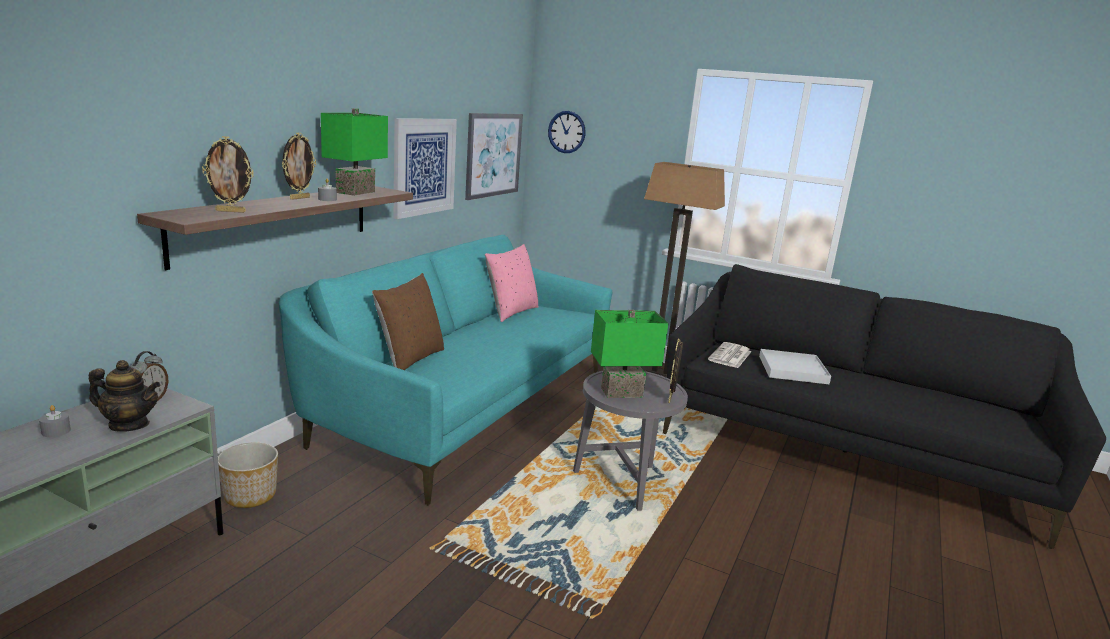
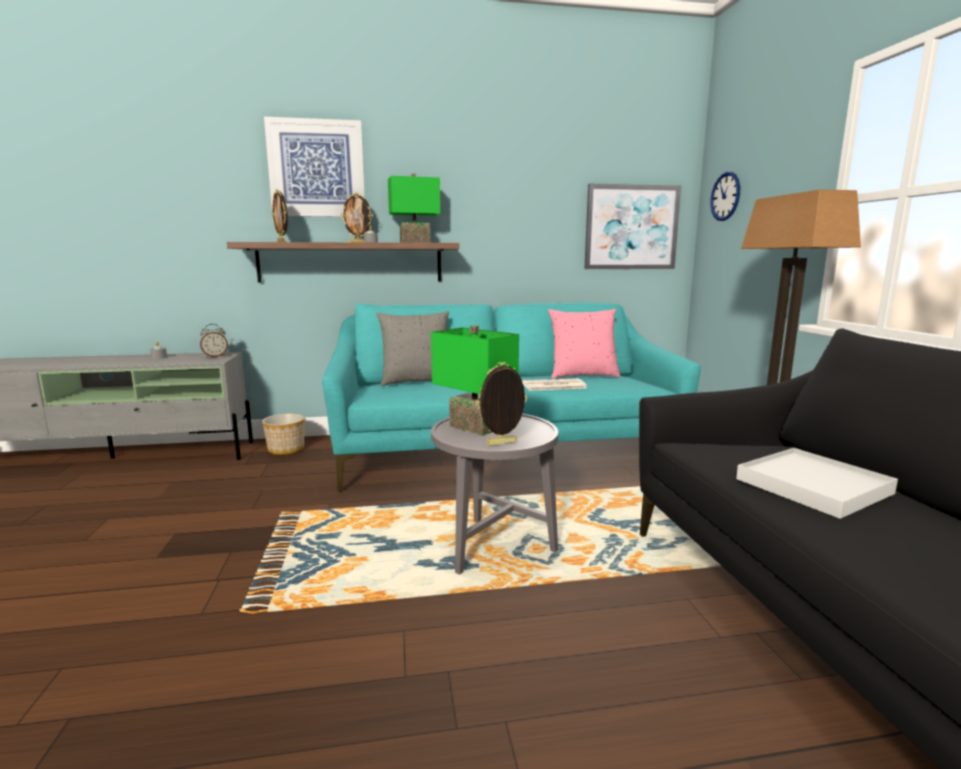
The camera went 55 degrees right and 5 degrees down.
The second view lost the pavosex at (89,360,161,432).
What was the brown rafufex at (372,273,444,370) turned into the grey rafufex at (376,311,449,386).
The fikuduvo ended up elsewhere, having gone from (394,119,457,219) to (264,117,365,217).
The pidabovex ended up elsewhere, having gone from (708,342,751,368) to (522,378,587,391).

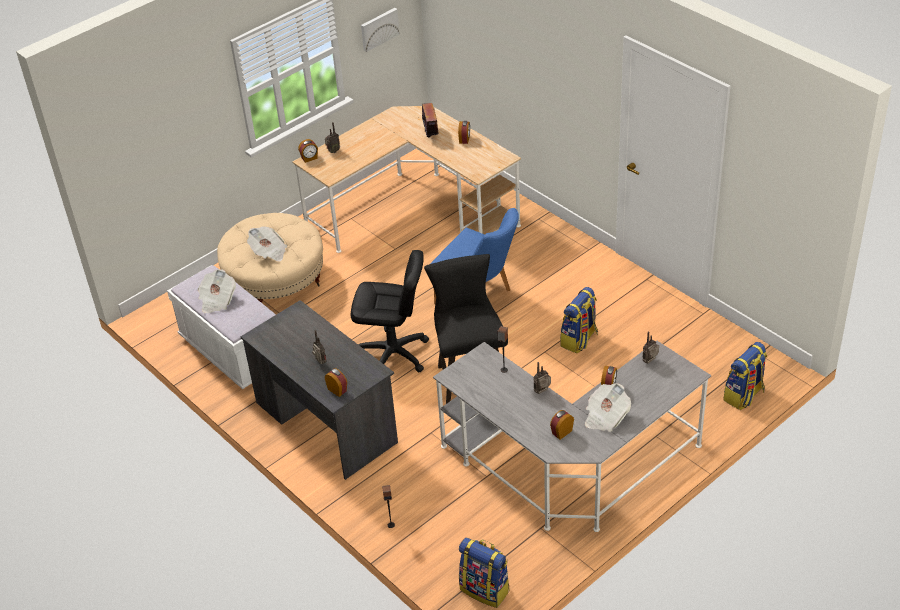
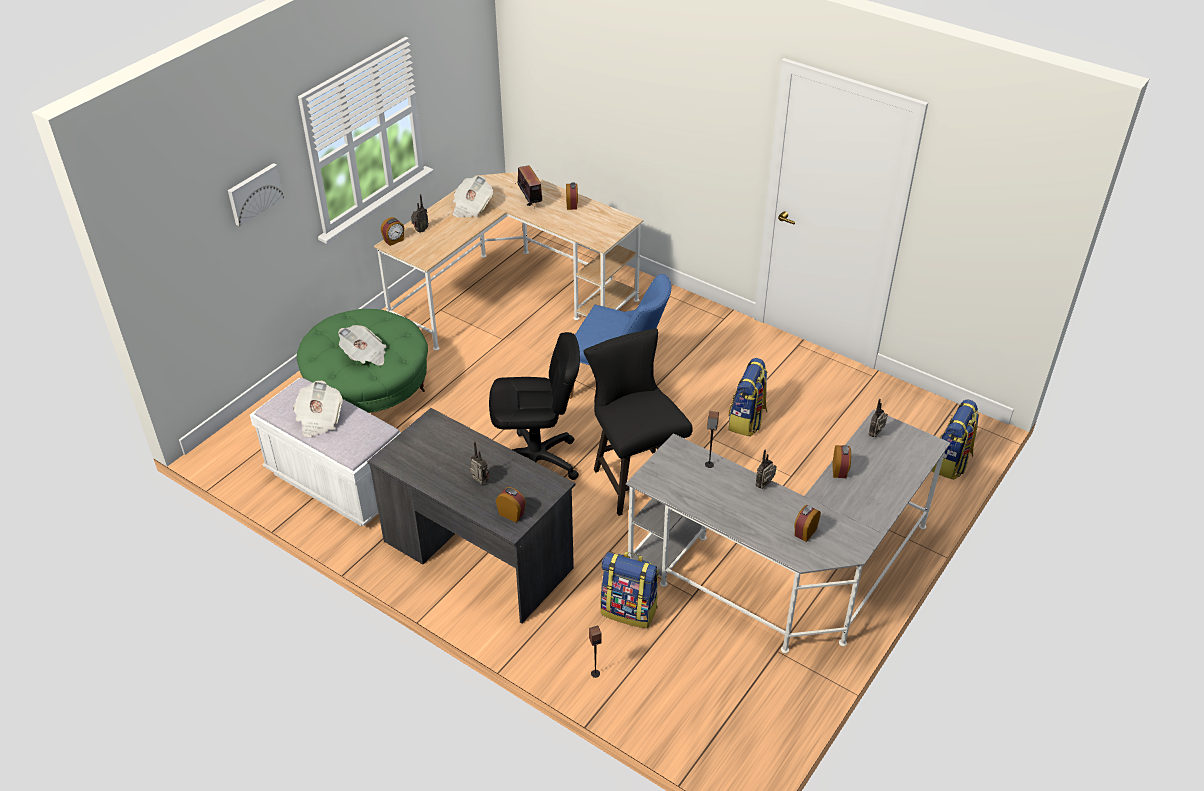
The camera went 15 degrees left and 0 degrees up.
What was the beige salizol at (217,213,323,303) turned into the green salizol at (297,309,428,413).
The fikuduvo ended up elsewhere, having gone from (361,8,400,52) to (228,163,284,226).
The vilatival ended up elsewhere, having gone from (459,538,510,608) to (600,552,658,628).
The pidabovex ended up elsewhere, having gone from (585,383,631,432) to (452,176,493,217).

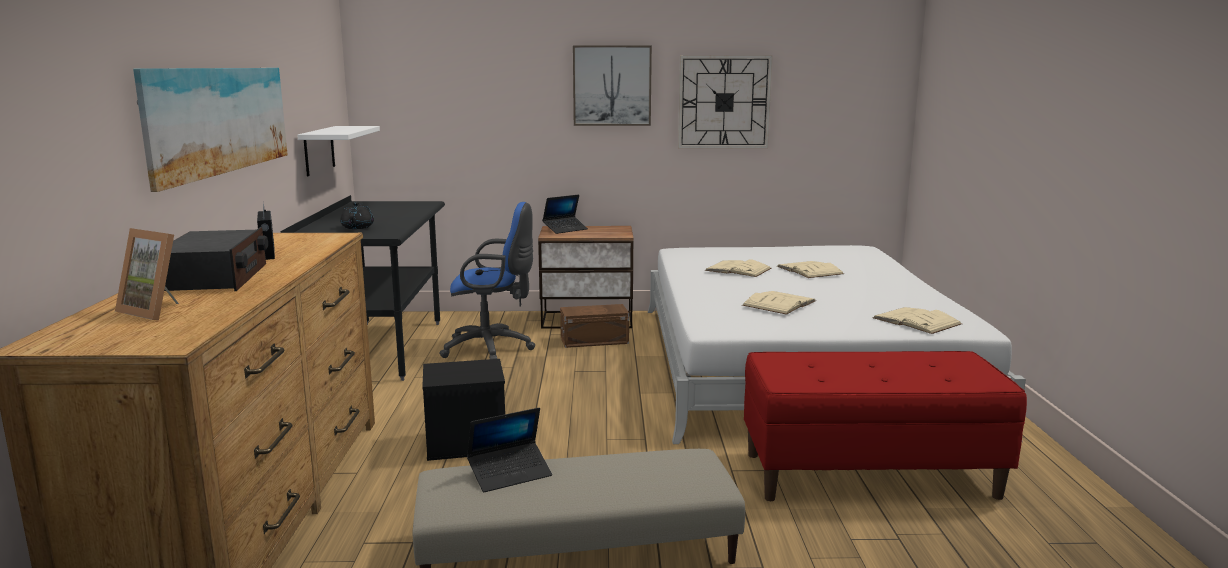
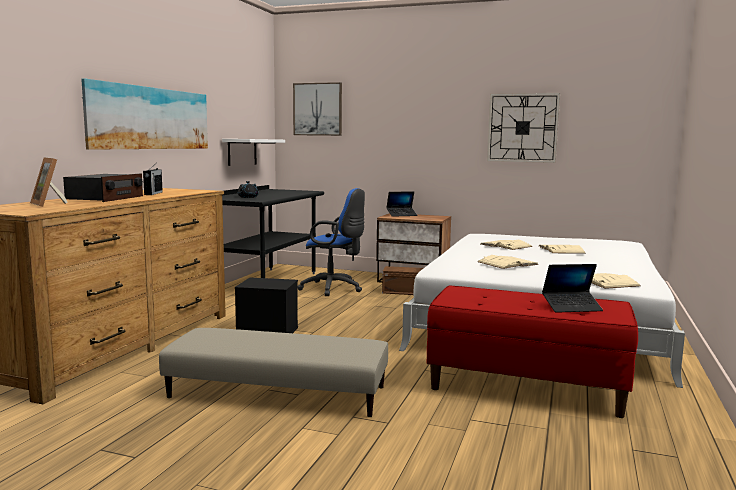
The camera went 20 degrees right and 5 degrees down.
The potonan ended up elsewhere, having gone from (467,408,552,492) to (542,264,603,313).
The fikuduvo ended up elsewhere, having gone from (573,45,652,126) to (293,82,342,136).

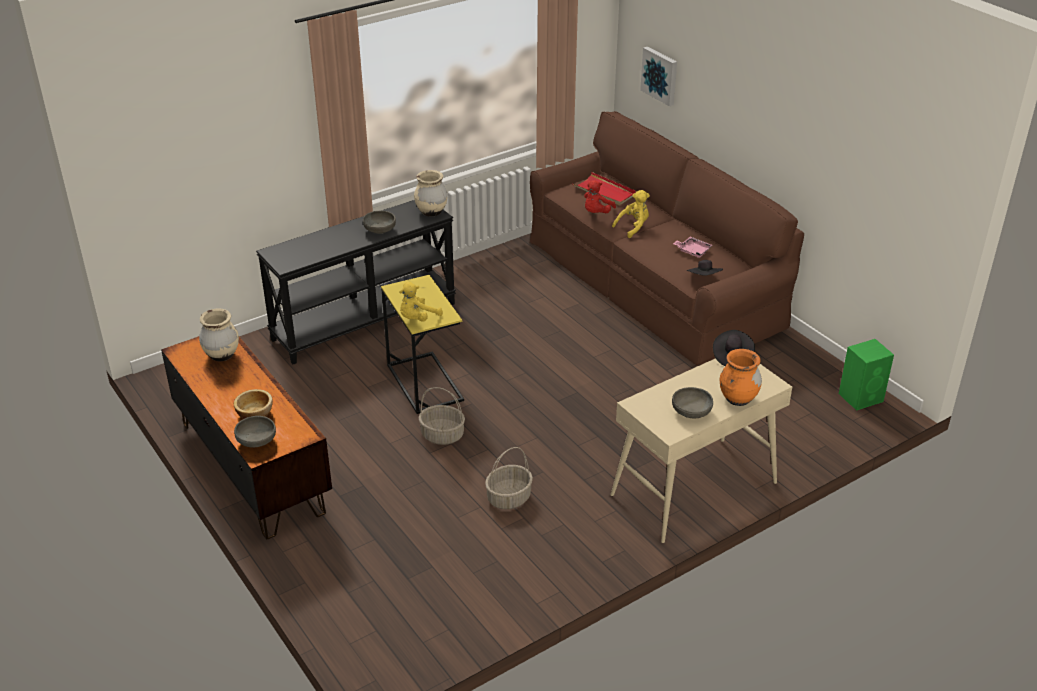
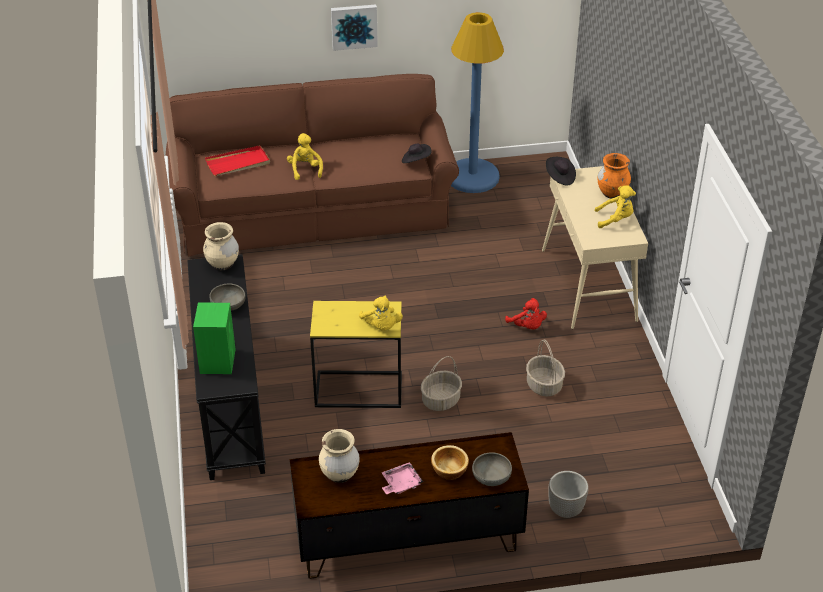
The camera went 65 degrees left and 5 degrees up.
The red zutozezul ended up elsewhere, having gone from (584,180,616,213) to (505,298,547,329).
The fikuduvo ended up elsewhere, having gone from (640,47,677,106) to (331,4,378,51).
Where the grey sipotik stood at (672,387,713,418), the yellow zutozezul came to stand at (594,185,636,228).
The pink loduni ended up elsewhere, having gone from (673,236,712,258) to (382,462,423,494).
The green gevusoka ended up elsewhere, having gone from (839,339,894,411) to (193,303,236,374).
The second view gained the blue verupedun at (451,12,504,193).
The second view gained the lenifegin at (548,471,588,518).

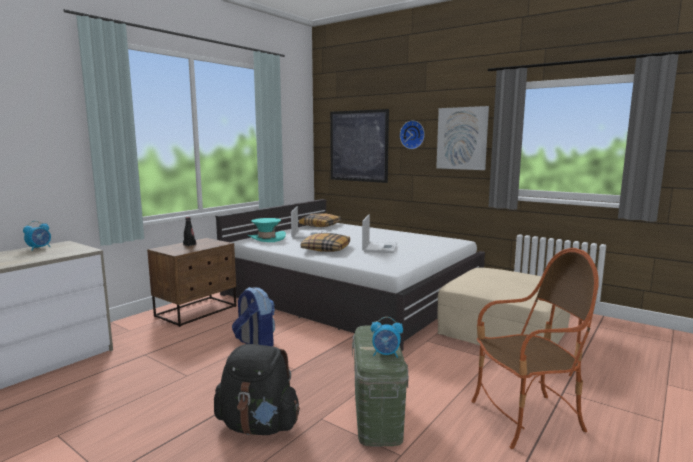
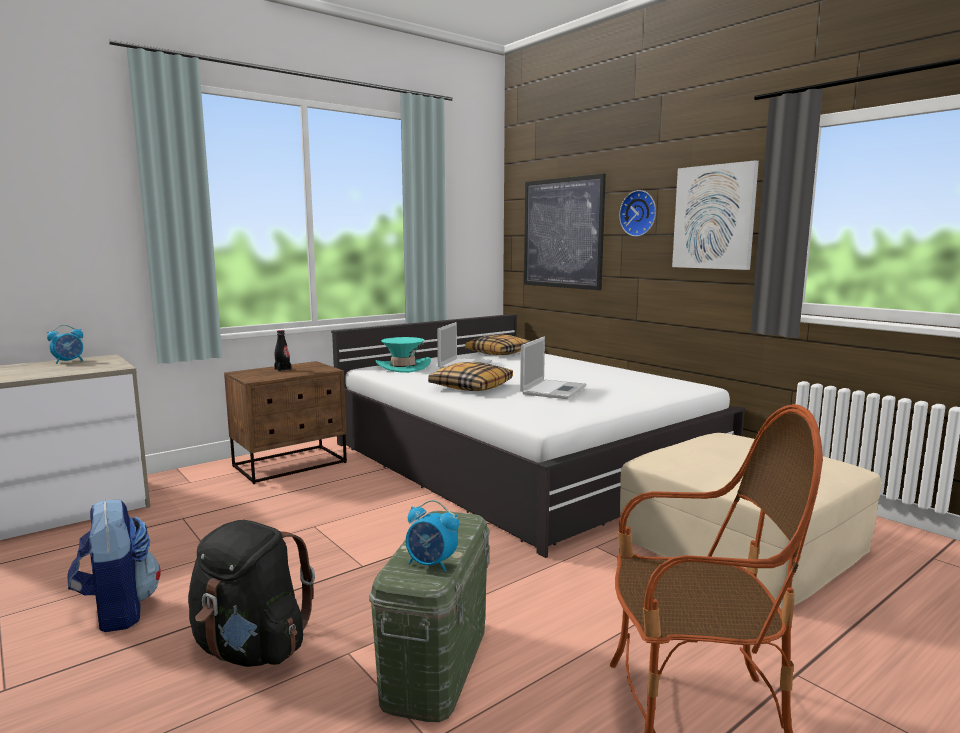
The camera went 15 degrees right and 0 degrees up.
The vilatival ended up elsewhere, having gone from (232,287,275,346) to (68,499,161,632).

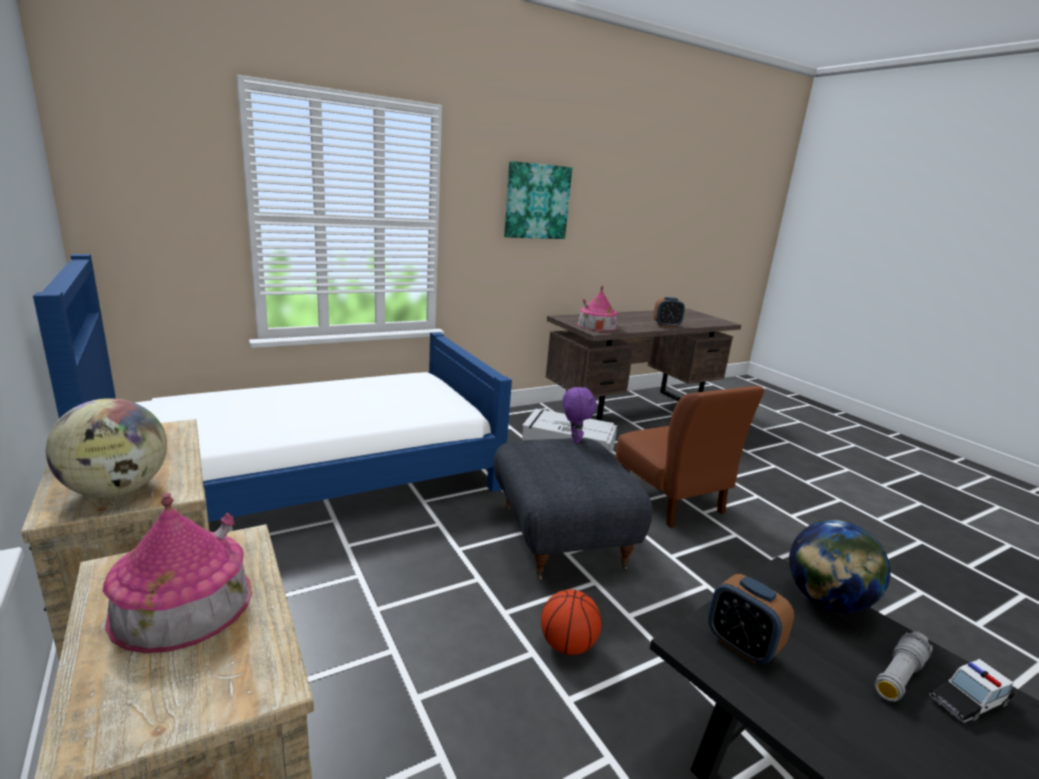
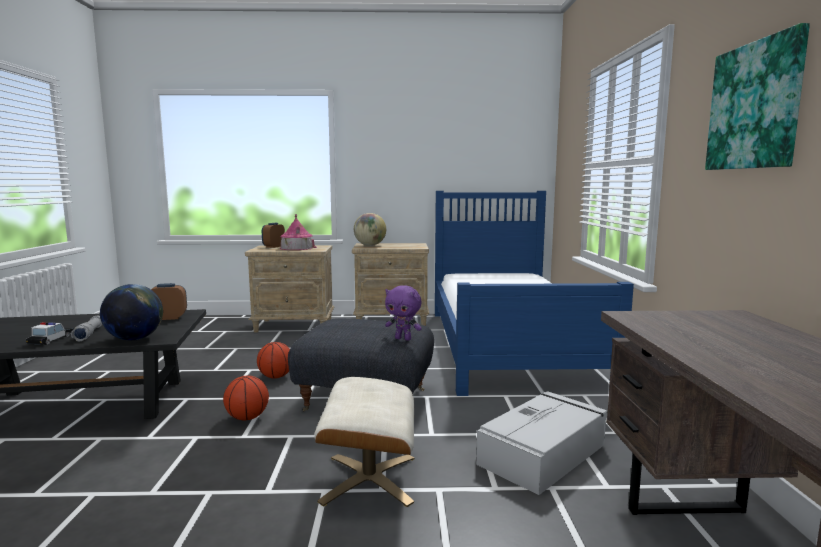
The camera went 120 degrees right and 10 degrees down.
The second view lost the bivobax at (577,286,618,332).
Where the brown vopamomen stood at (616,386,764,528), the beige salizol came to stand at (314,377,415,507).
The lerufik ended up elsewhere, having gone from (654,297,685,327) to (262,223,285,248).
The second view gained the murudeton at (223,375,269,420).

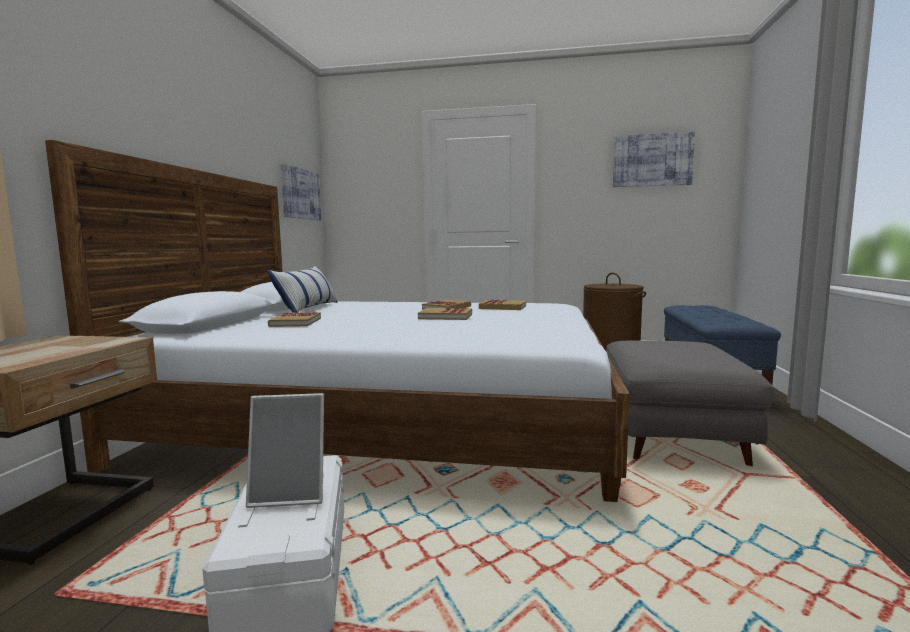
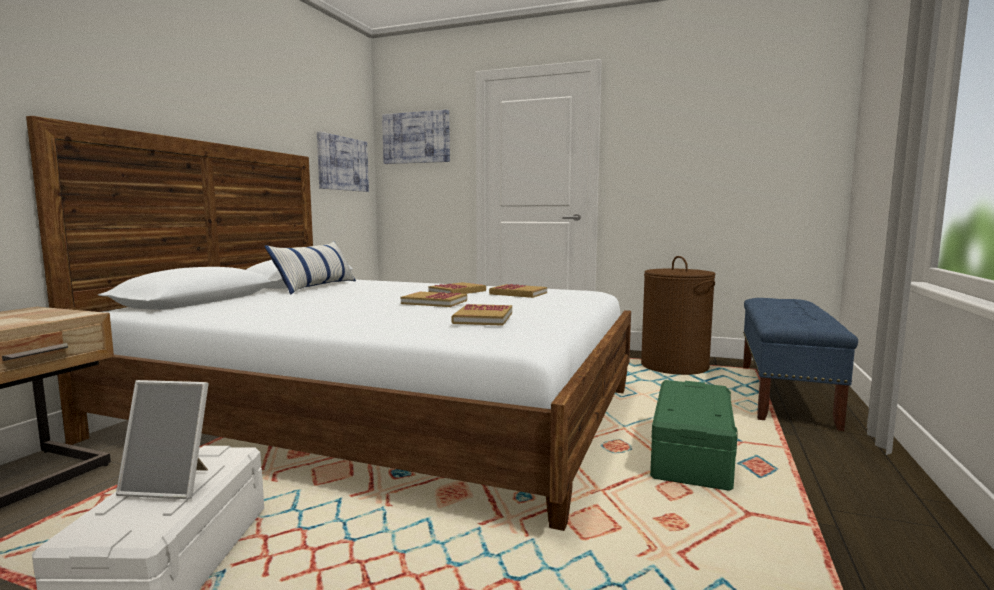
The camera went 10 degrees right and 0 degrees up.
The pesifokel ended up elsewhere, having gone from (268,312,321,327) to (451,304,512,326).
Where the grey salizol stood at (606,340,774,466), the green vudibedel came to stand at (650,380,738,491).
The fikuduvo ended up elsewhere, having gone from (613,132,695,187) to (382,110,450,164).

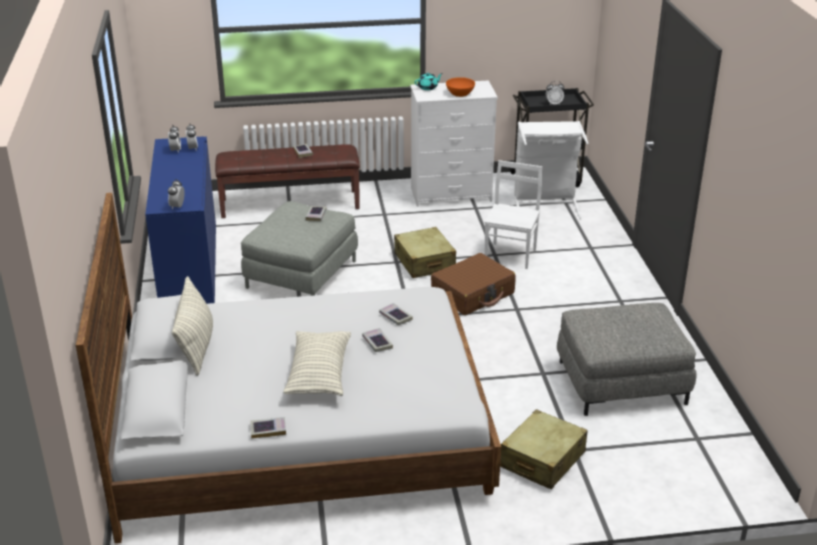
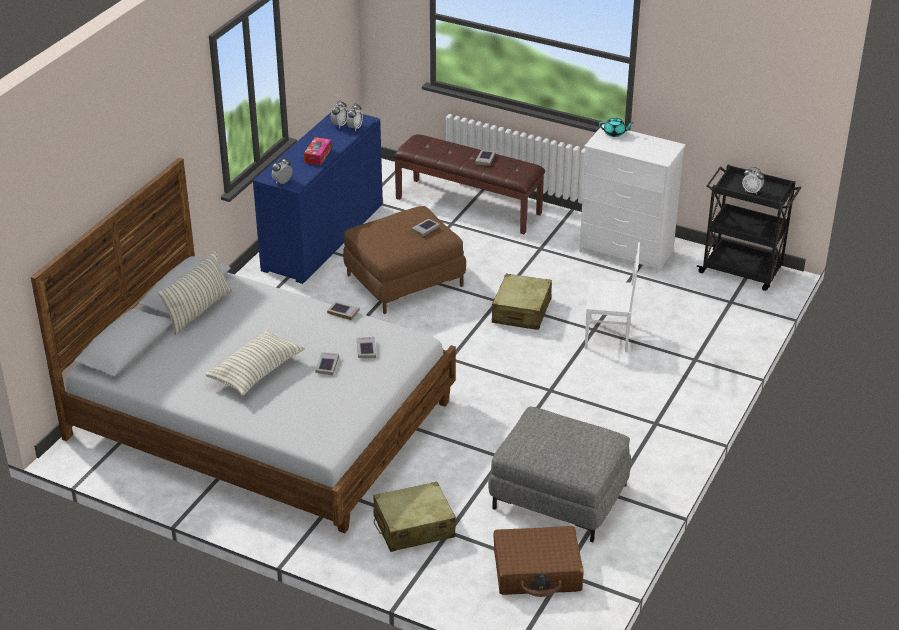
The camera went 35 degrees right and 5 degrees up.
What was the grey salizol at (241,201,358,296) turned into the brown salizol at (343,206,466,314).
The pesifokel ended up elsewhere, having gone from (250,417,286,438) to (327,301,360,320).
The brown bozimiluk ended up elsewhere, having gone from (431,253,516,315) to (493,526,584,597).
The second view lost the orange sipotik at (446,77,475,97).
The white vopamomen at (485,160,542,269) ended up facing another way, 45 degrees clockwise from before.
The second view lost the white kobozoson at (514,121,589,219).
The second view gained the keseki at (304,137,331,165).

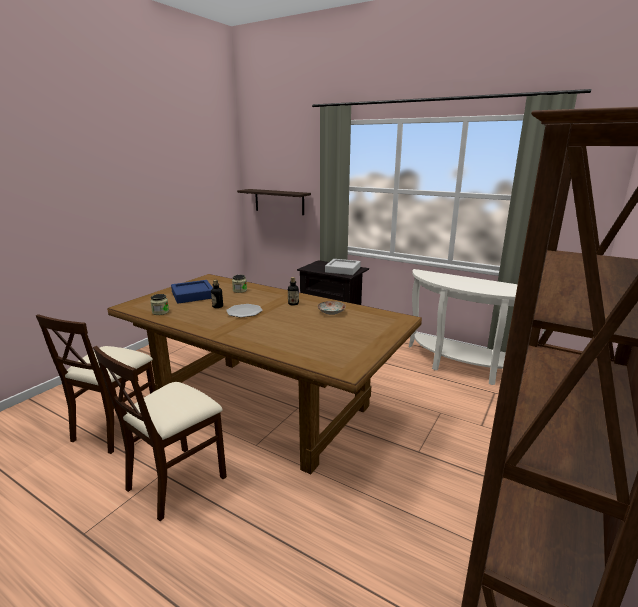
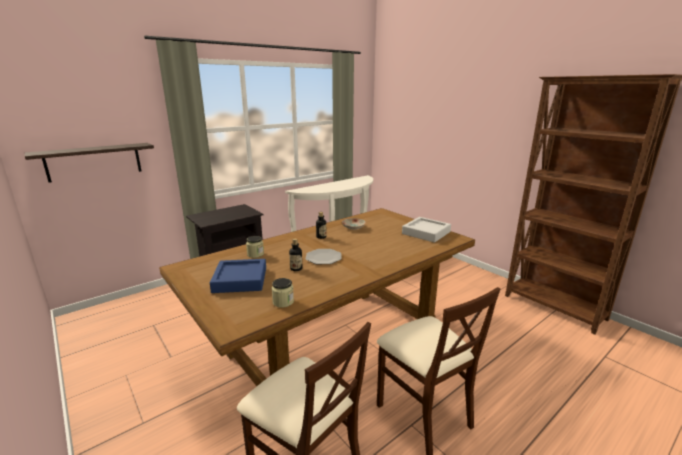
The camera went 70 degrees left and 0 degrees up.
The grey loduni ended up elsewhere, having gone from (325,259,361,275) to (402,217,451,243).

